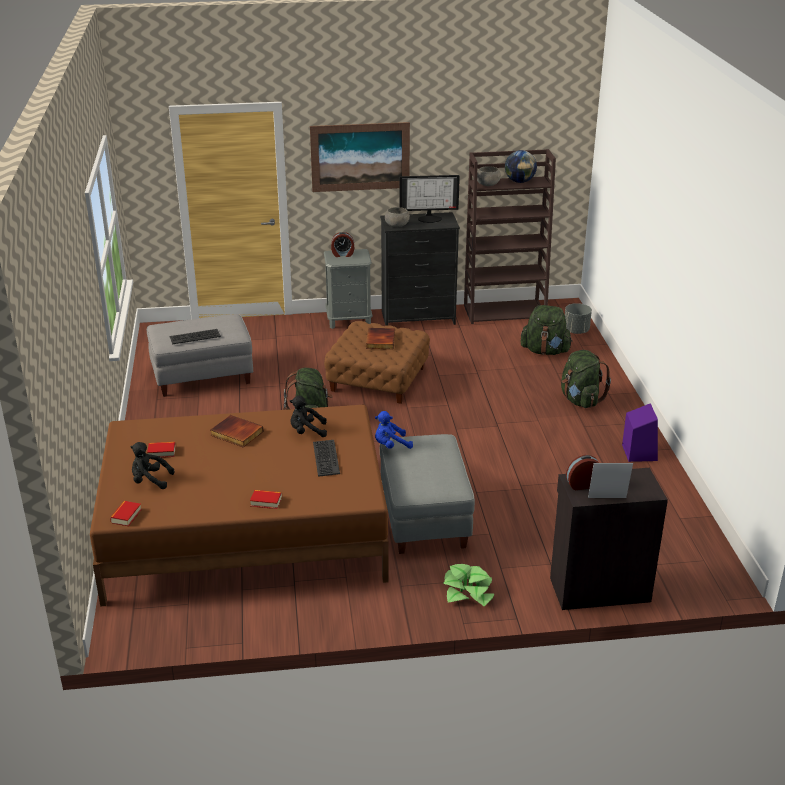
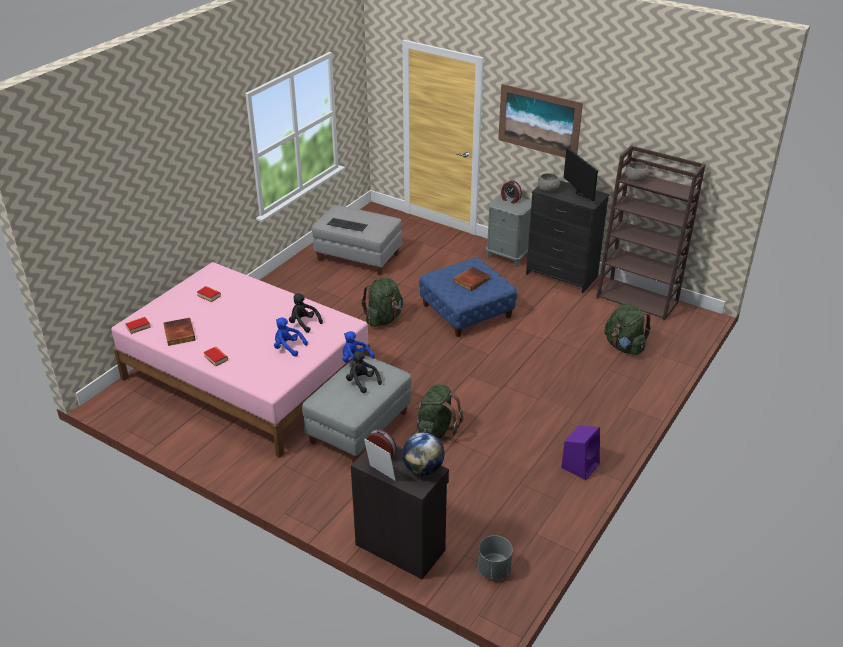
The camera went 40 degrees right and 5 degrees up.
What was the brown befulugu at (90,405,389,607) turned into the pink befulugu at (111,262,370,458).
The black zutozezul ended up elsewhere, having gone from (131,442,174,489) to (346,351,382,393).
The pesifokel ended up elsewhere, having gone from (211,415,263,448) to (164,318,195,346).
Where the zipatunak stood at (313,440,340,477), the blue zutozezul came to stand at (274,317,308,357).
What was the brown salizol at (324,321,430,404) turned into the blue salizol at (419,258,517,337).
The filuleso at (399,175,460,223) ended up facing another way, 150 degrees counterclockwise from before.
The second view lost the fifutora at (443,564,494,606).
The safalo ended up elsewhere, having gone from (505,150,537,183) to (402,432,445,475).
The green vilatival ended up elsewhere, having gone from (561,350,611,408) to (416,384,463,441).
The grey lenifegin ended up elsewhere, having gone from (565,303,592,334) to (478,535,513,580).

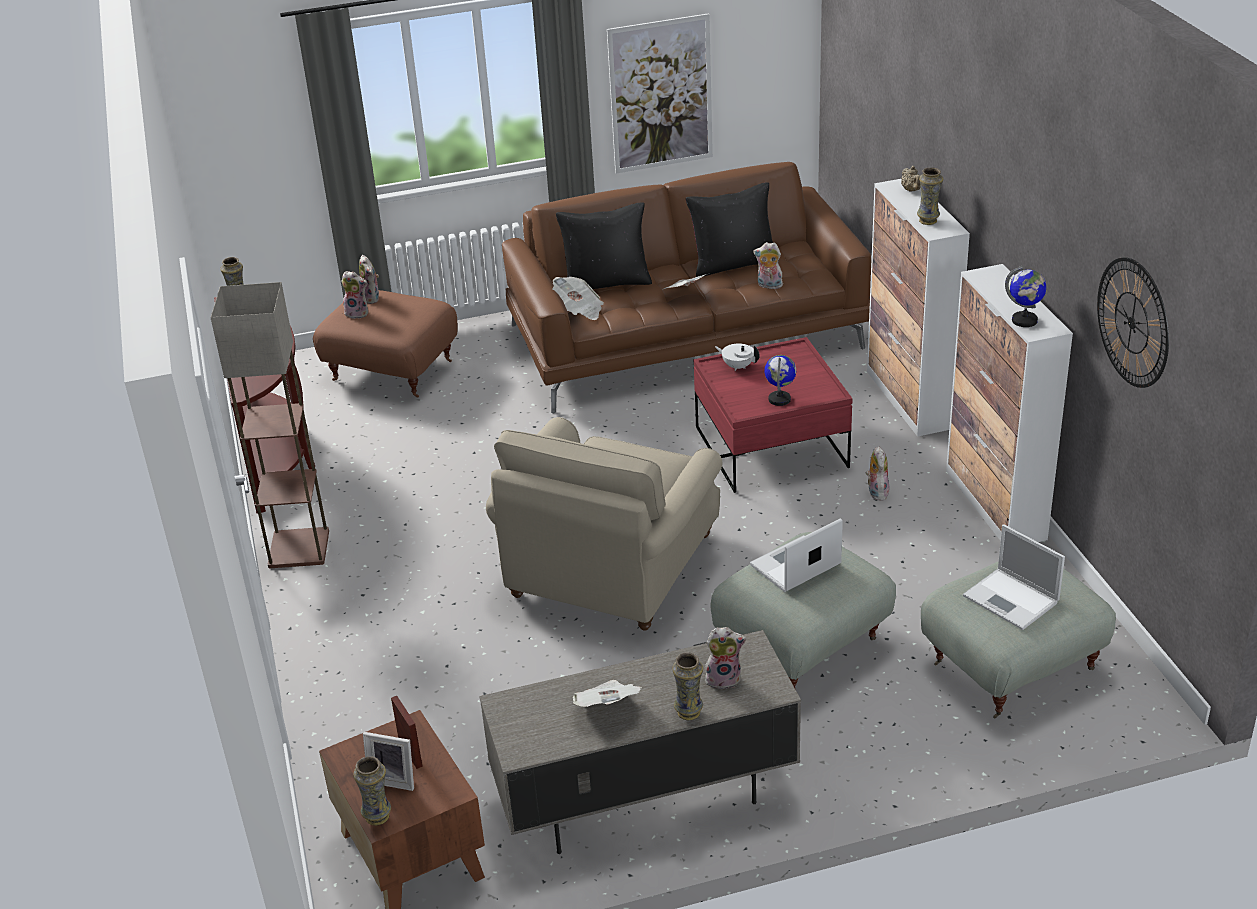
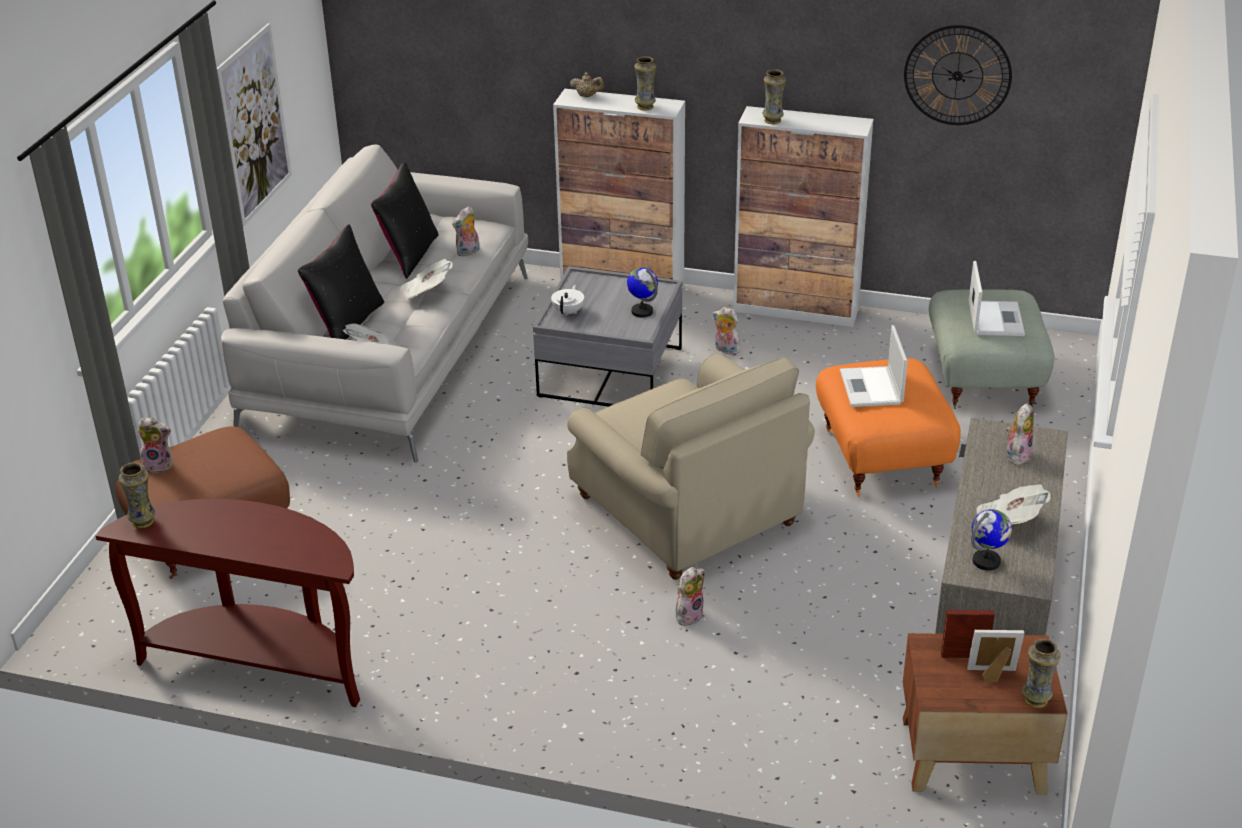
The camera went 60 degrees left and 0 degrees up.
The second view lost the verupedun at (210,282,329,568).
The zutozezul ended up elsewhere, having gone from (341,271,368,319) to (676,567,705,626).
The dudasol at (363,732,414,791) ended up facing another way, 135 degrees counterclockwise from before.
What was the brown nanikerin at (502,162,871,413) turned into the grey nanikerin at (221,144,528,463).
The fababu ended up elsewhere, having gone from (672,652,703,720) to (762,69,786,124).
What was the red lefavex at (694,337,853,493) turned into the grey lefavex at (533,267,682,407).
What was the grey salizol at (711,532,896,690) turned into the orange salizol at (816,358,961,497).
The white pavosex at (715,343,760,371) ended up facing another way, 135 degrees clockwise from before.
The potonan at (963,524,1065,630) ended up facing another way, 75 degrees counterclockwise from before.
The safalo ended up elsewhere, having gone from (1005,266,1046,327) to (971,509,1012,570).

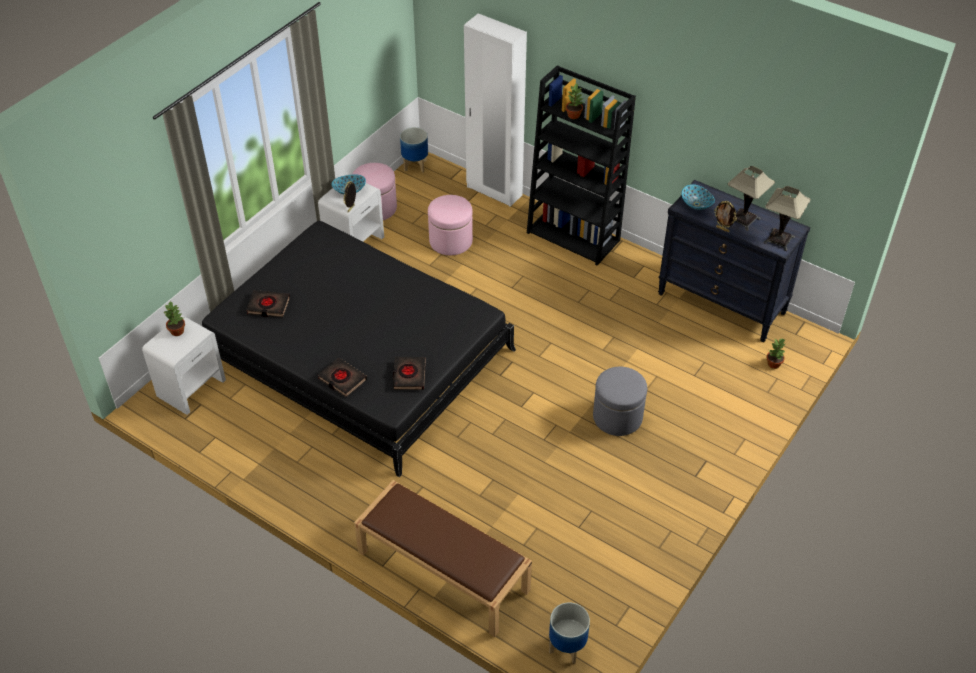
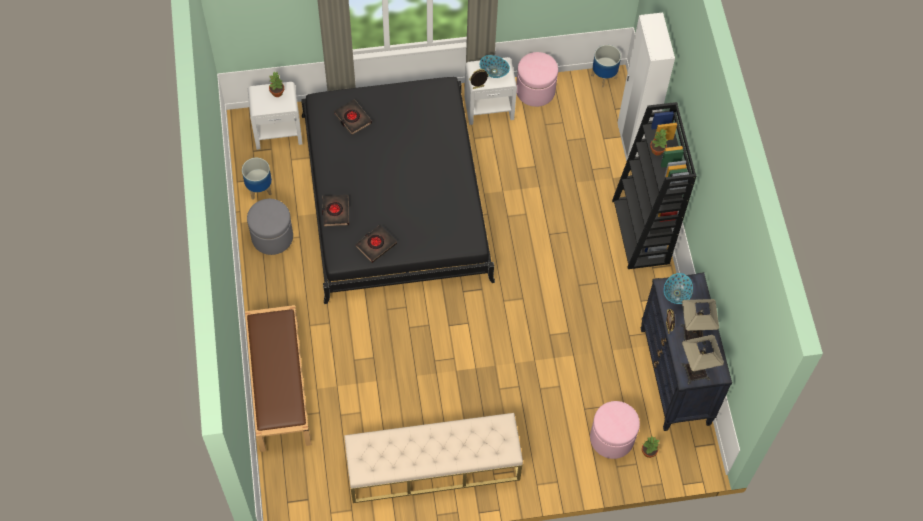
The camera went 45 degrees right and 15 degrees up.
The pink salizol ended up elsewhere, having gone from (428,195,473,255) to (590,401,640,459).
The lenifegin ended up elsewhere, having gone from (549,602,590,664) to (242,158,272,199).
The grey salizol ended up elsewhere, having gone from (593,367,647,436) to (247,199,293,255).
The second view gained the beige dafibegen at (344,413,523,503).

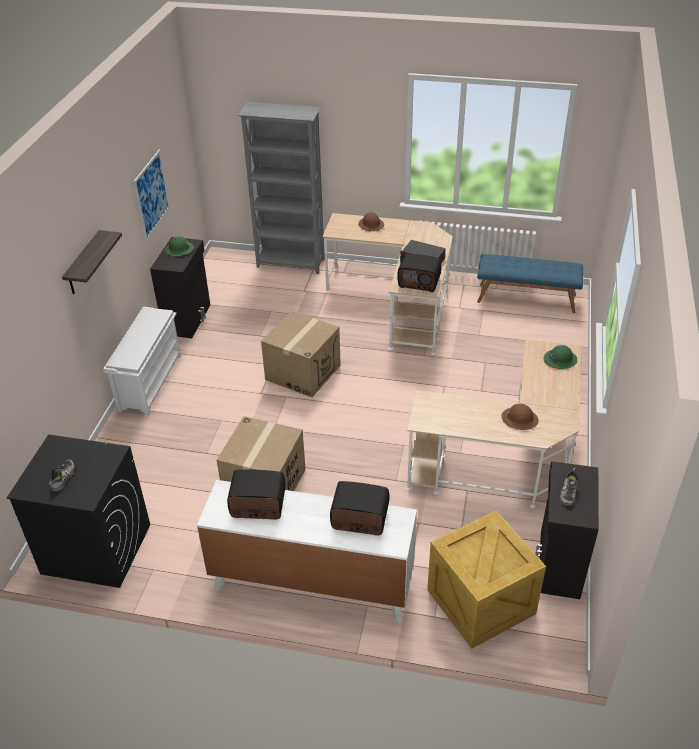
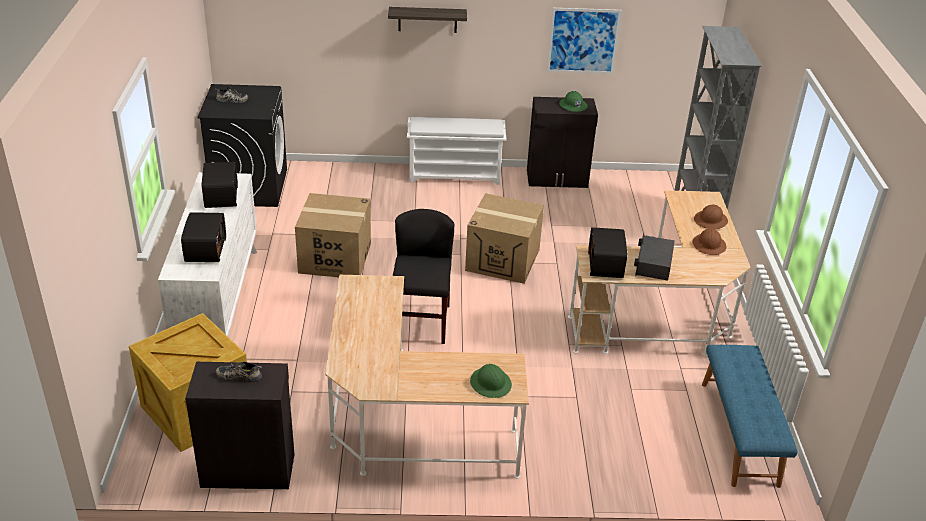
The camera went 75 degrees right and 5 degrees down.
The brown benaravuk ended up elsewhere, having gone from (501,404,539,430) to (692,228,726,255).
The second view gained the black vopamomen at (393,209,454,344).

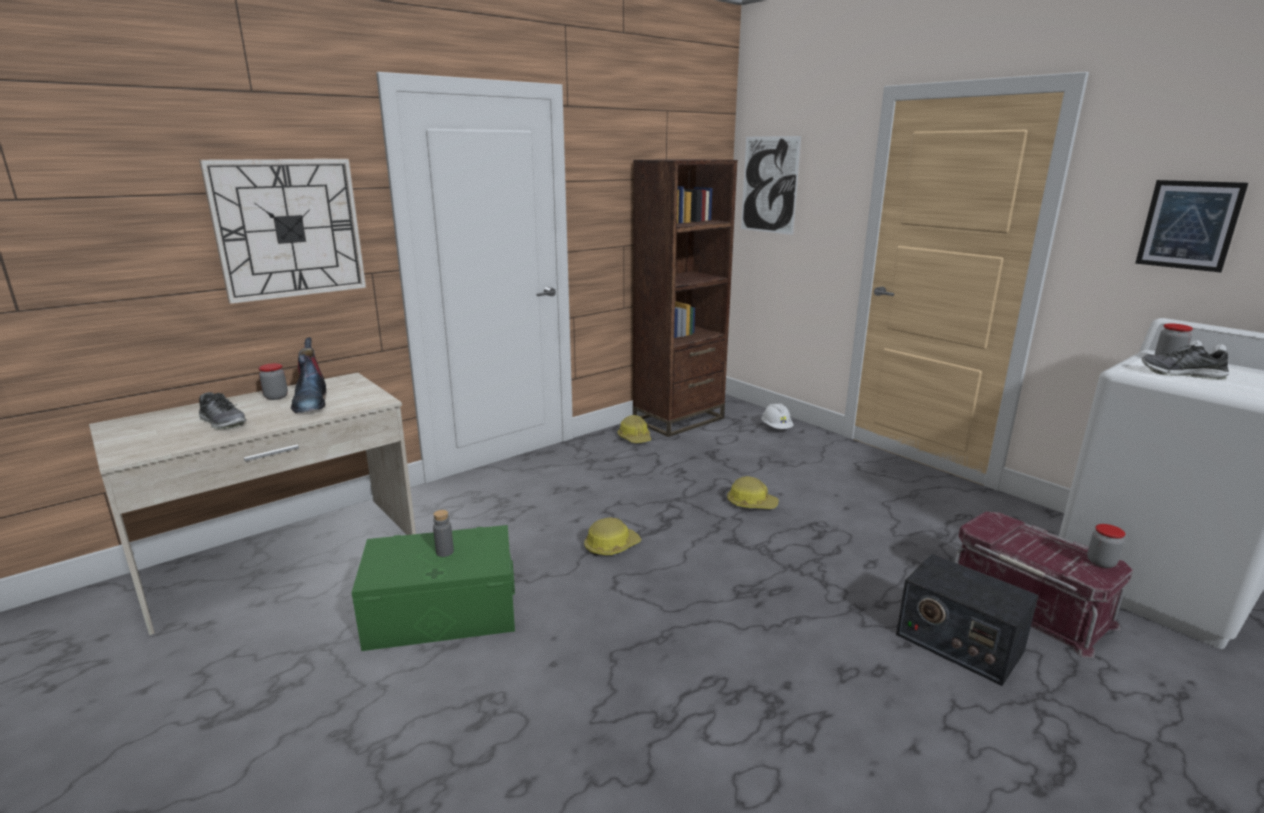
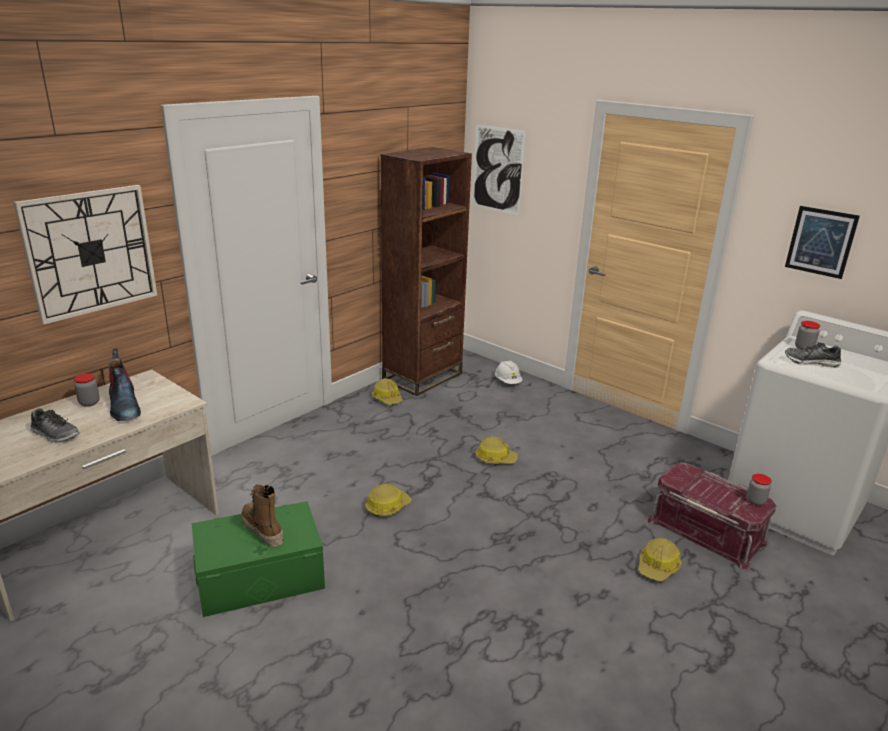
The camera went 10 degrees left and 5 degrees up.
Where the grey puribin stood at (433,510,454,557), the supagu came to stand at (242,485,283,547).
Where the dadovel stood at (896,554,1039,686), the benaravuk came to stand at (638,538,682,581).

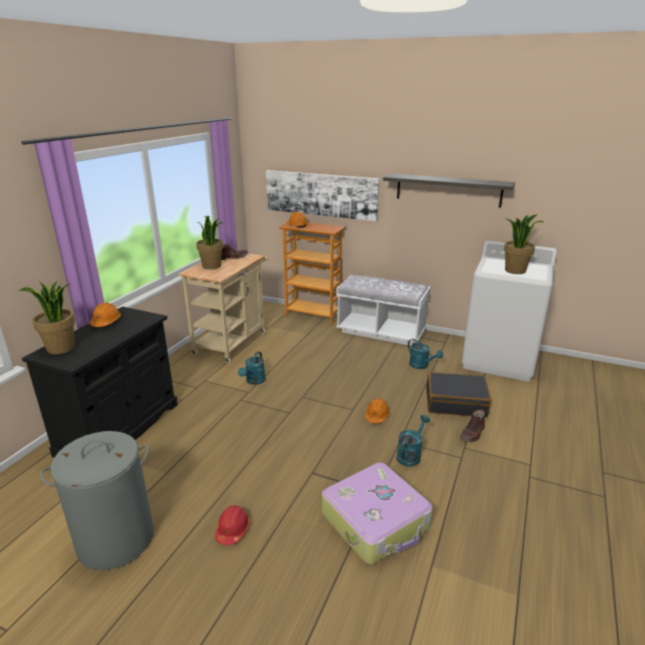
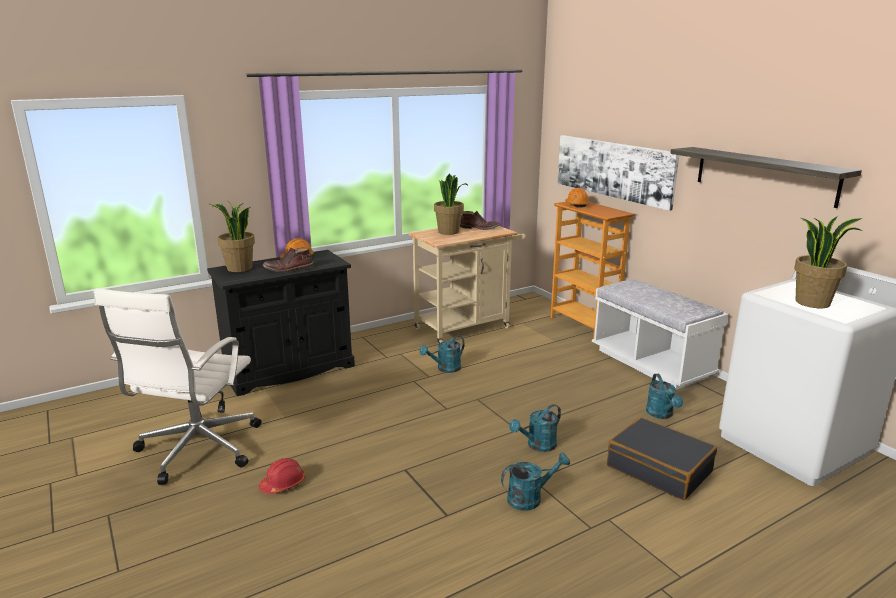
The camera went 35 degrees right and 5 degrees down.
Where the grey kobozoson stood at (40,431,154,570), the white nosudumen came to stand at (94,288,261,485).
The second view lost the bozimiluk at (322,462,433,564).
Where the orange benaravuk stood at (365,398,390,424), the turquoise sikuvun came to stand at (509,404,561,452).
The brown supagu ended up elsewhere, having gone from (460,410,485,442) to (263,248,314,272).

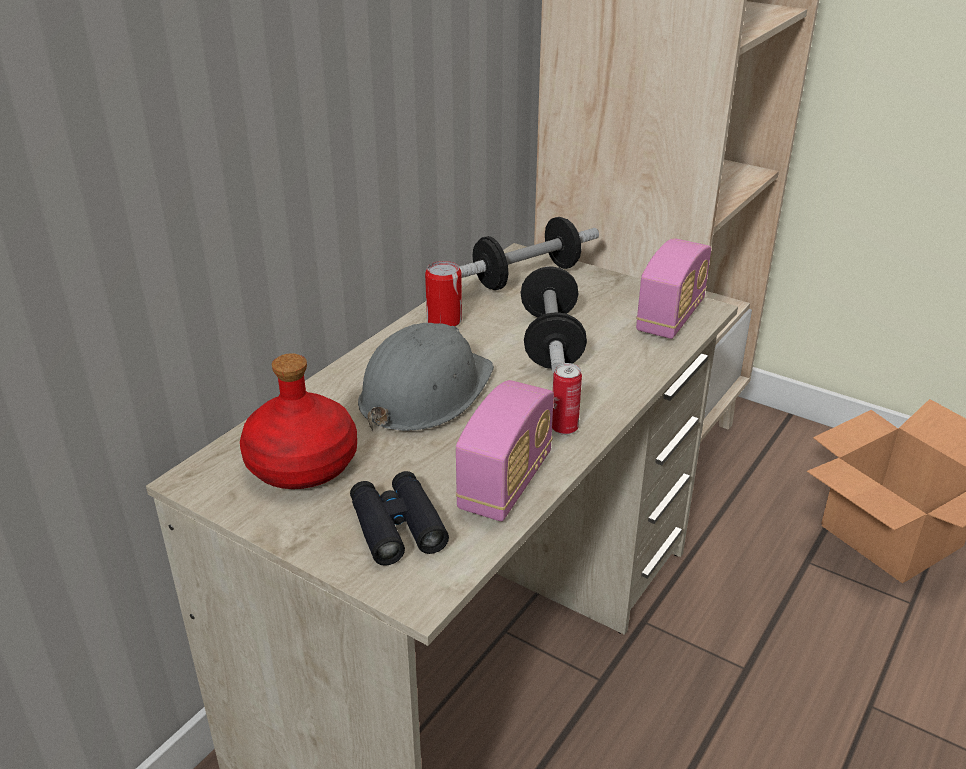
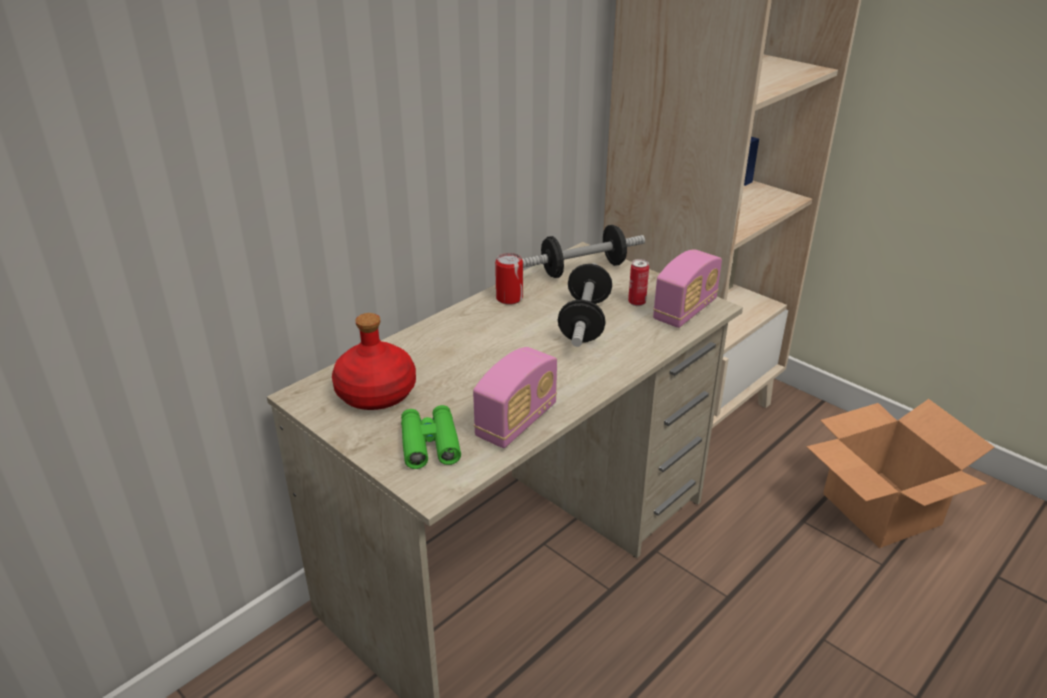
The camera went 10 degrees right and 0 degrees up.
What was the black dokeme at (350,471,449,566) turned into the green dokeme at (401,405,461,469).
The second view lost the grey benaravuk at (358,323,494,431).
The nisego ended up elsewhere, having gone from (552,363,582,435) to (628,259,649,306).

